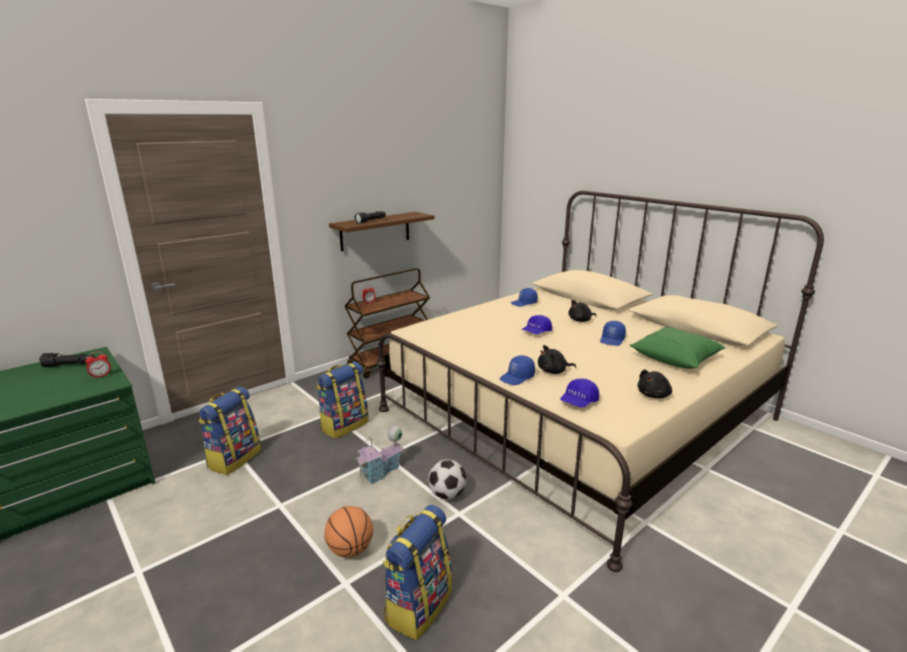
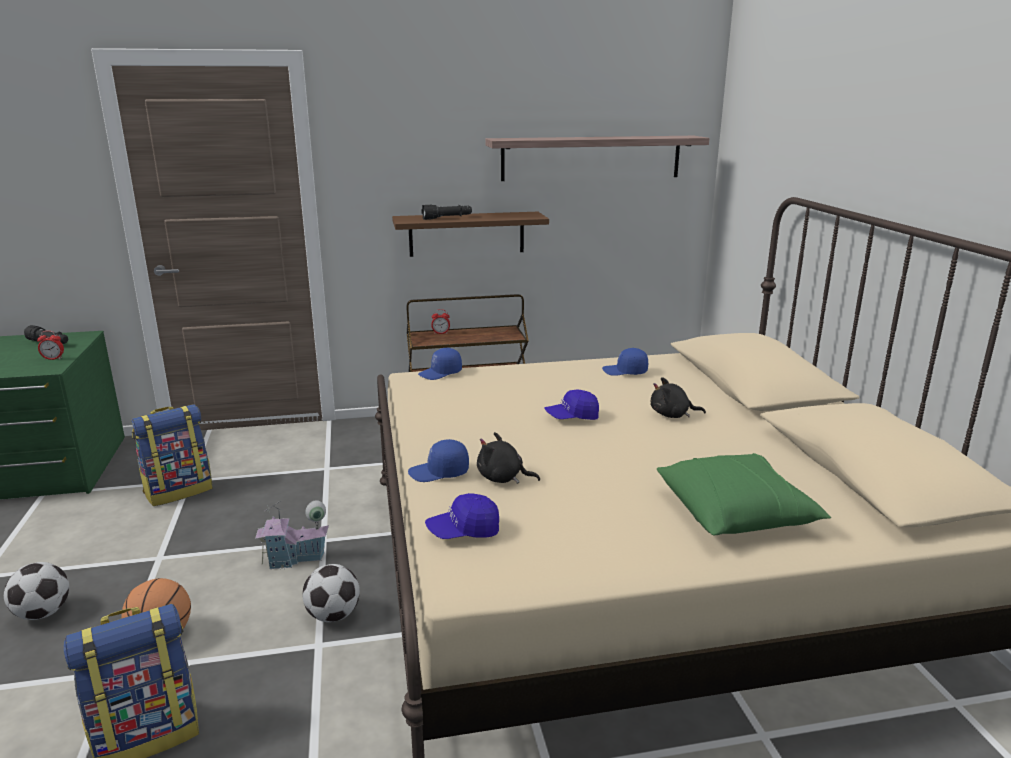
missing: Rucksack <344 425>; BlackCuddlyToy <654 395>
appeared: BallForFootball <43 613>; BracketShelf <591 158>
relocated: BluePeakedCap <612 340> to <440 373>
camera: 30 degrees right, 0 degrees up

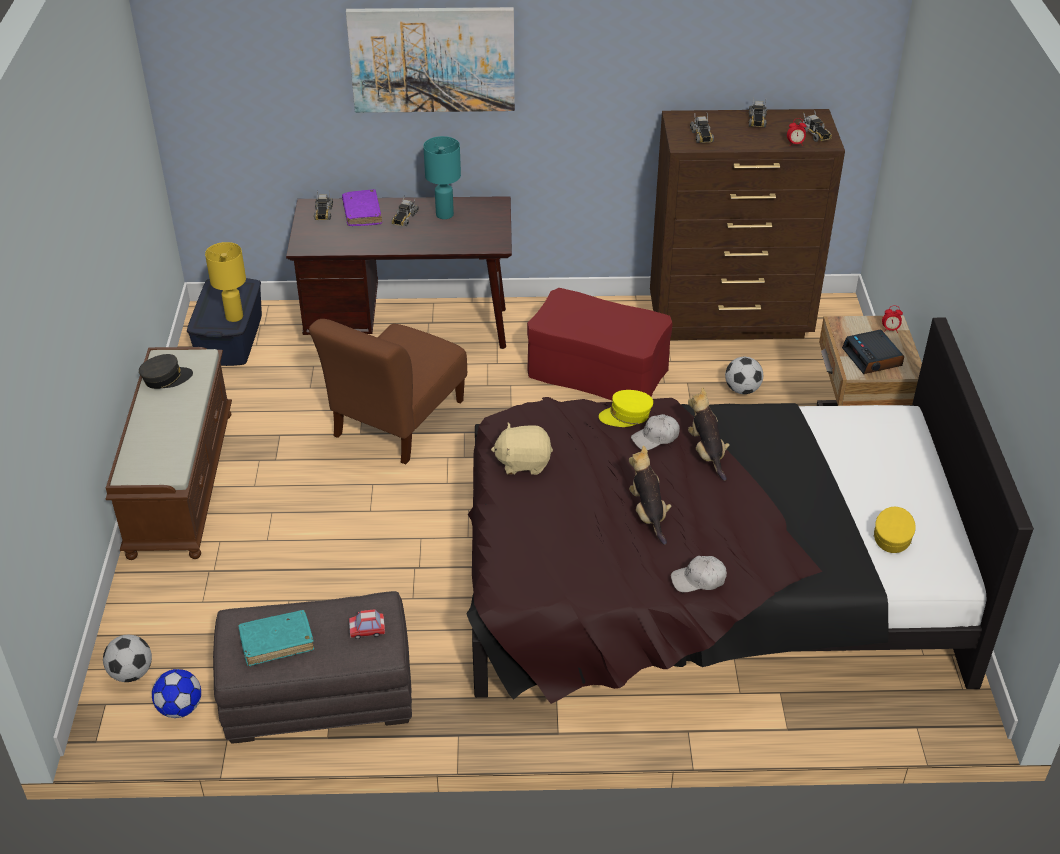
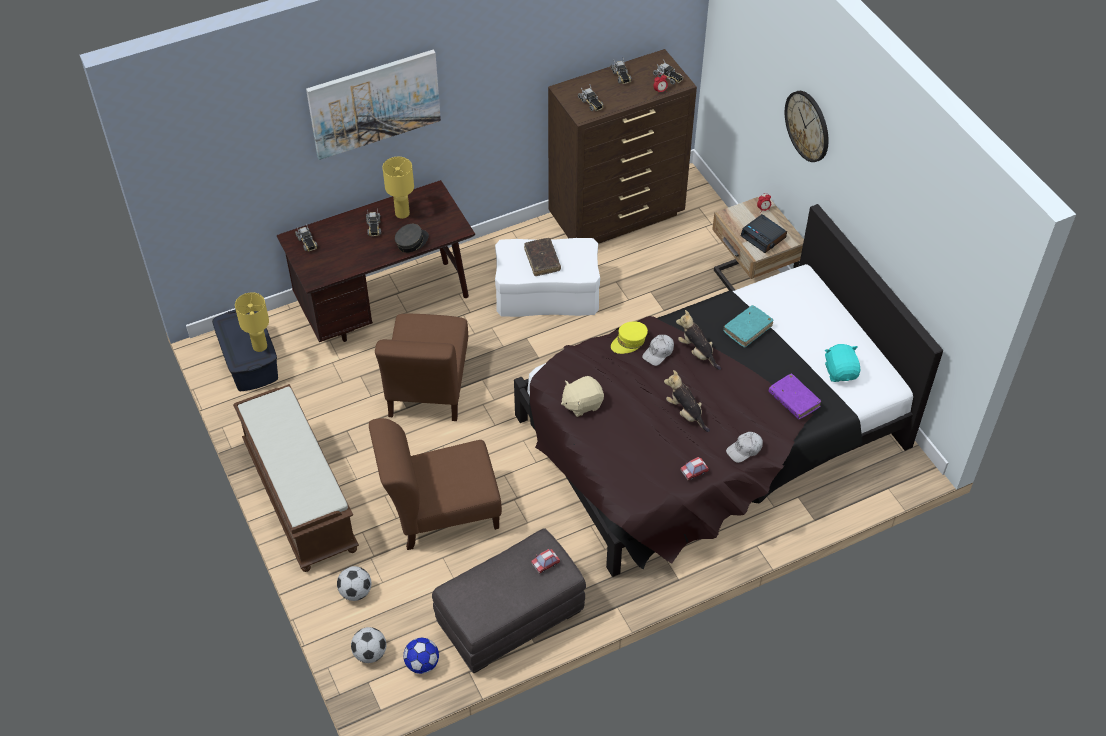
appeared: BrownColouredPlainChair <440 511>; BrownColouredBoundBook <542 260>; MiniatureCar <694 472>; WallClock <807 126>
relocated: GreyPeakedCap <166 378> to <412 242>; TurquoiseColouredBoundBook <277 642> to <747 329>; PurpleBoundBook <362 213> to <794 400>; BallForFootball <742 390> to <355 592>
exchanged: YellowPeakedCap <892 535> to TurquoiseColouredCuddlyToy <840 372>
colour: TurquoiseColouredTabletopLamp <445 214> to YellowTabletopLamp <403 213>; ReddishPouffe <598 370> to WhitishPouffe <547 293>
camera: 25 degrees left, 10 degrees up

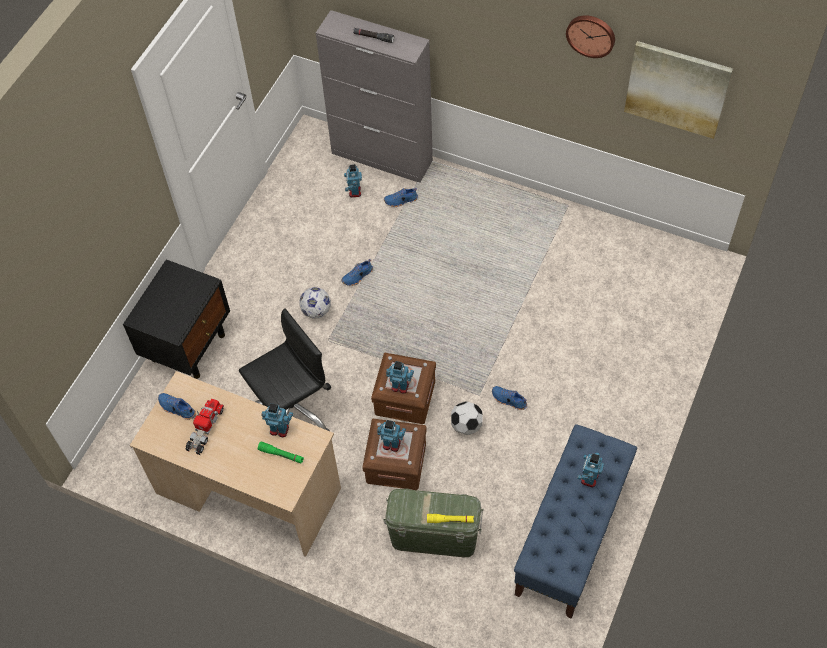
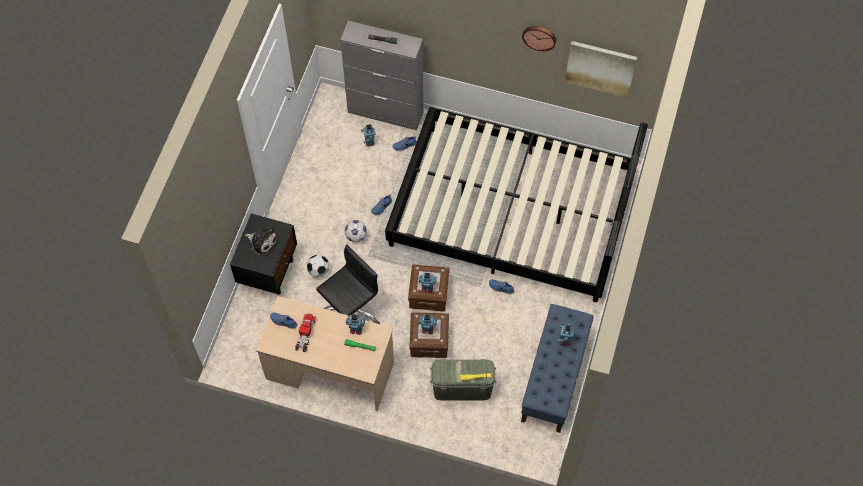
appeared: CuddlyToy <262 242>; BlackBed <511 213>
relocated: BallForFootball <466 425> to <318 271>
camera: 10 degrees left, 5 degrees up

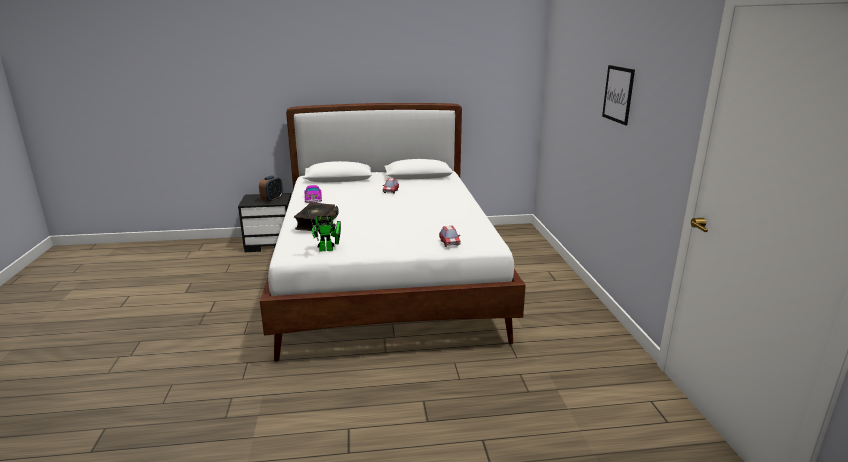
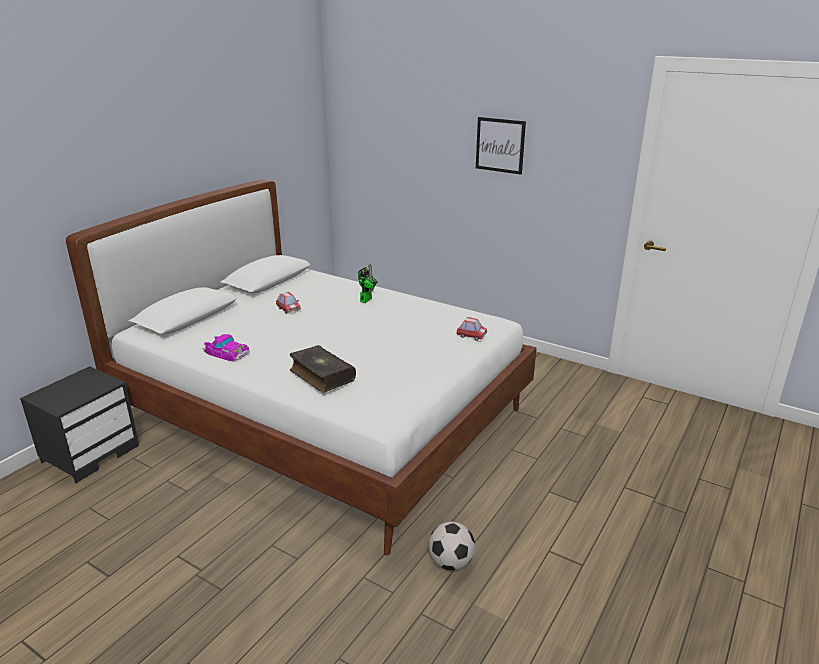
missing: AlarmClock <272 199>
appeared: BallForFootball <451 562>
relocated: ModelRobot <328 249> to <367 299>
camera: 50 degrees left, 5 degrees up

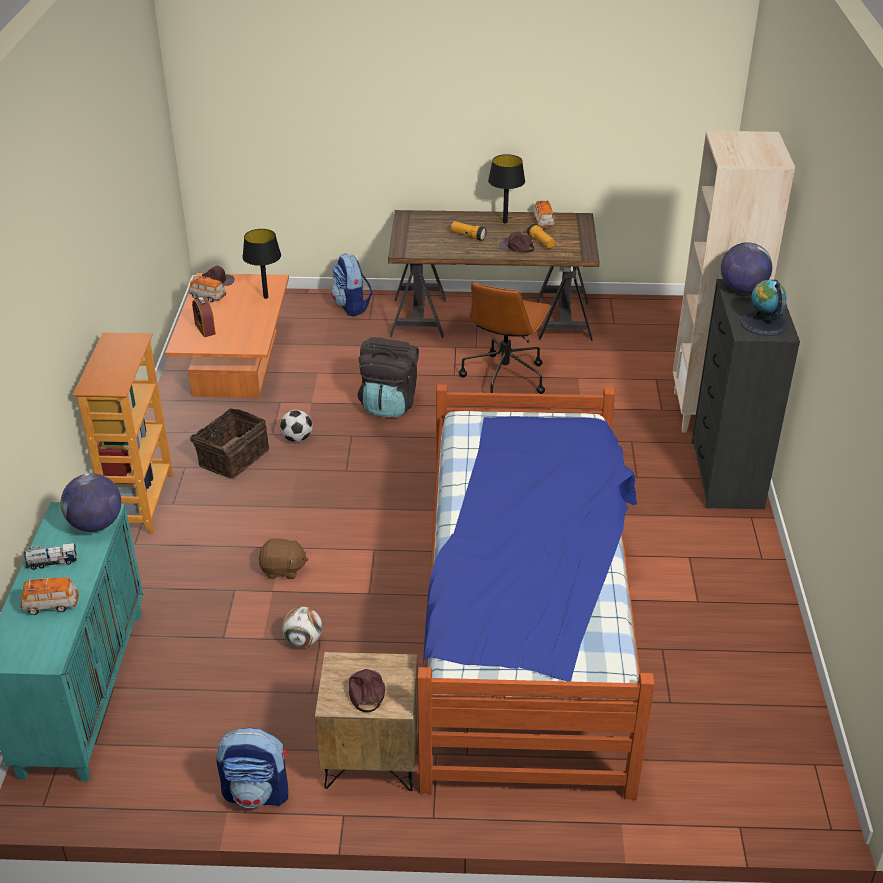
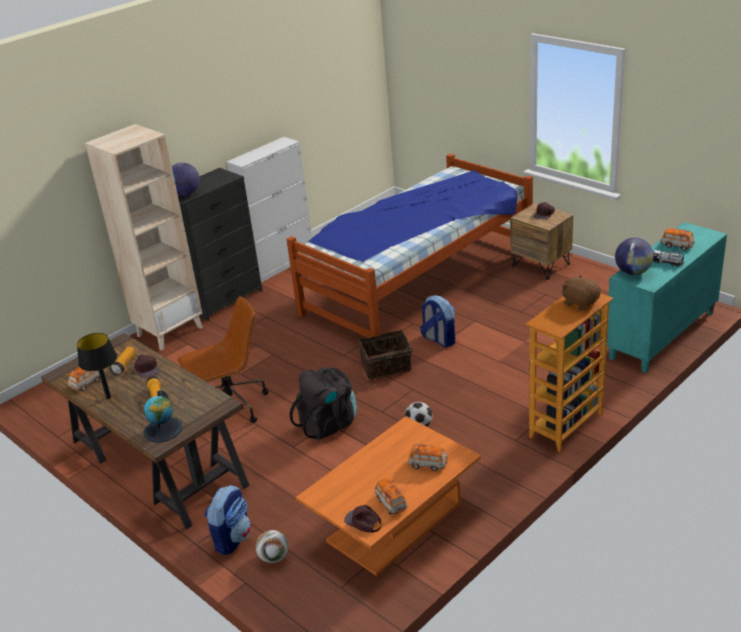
missing: BlackTabletopLamp <266 297>
appeared: WhitishStorageCabinet <281 264>
relocated: HouseholdBasket <232 457> to <386 367>; Rucksack <257 792> to <438 339>; BrownColouredCuddlyToy <283 569> to <580 303>; BallForFootball <303 640> to <274 558>; WorldGlobe <763 323> to <163 430>
exchanged: AlarmClock <205 329> to MiniatureCar <428 464>
camera: 135 degrees left, 5 degrees down

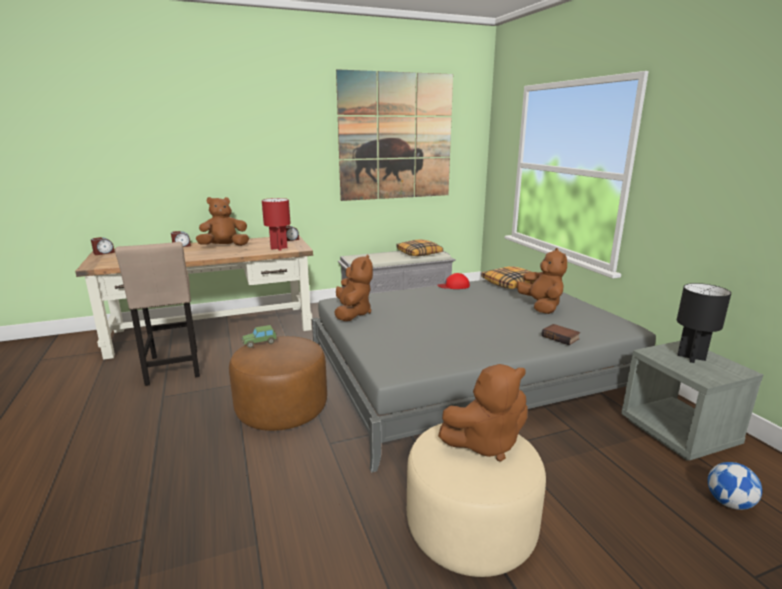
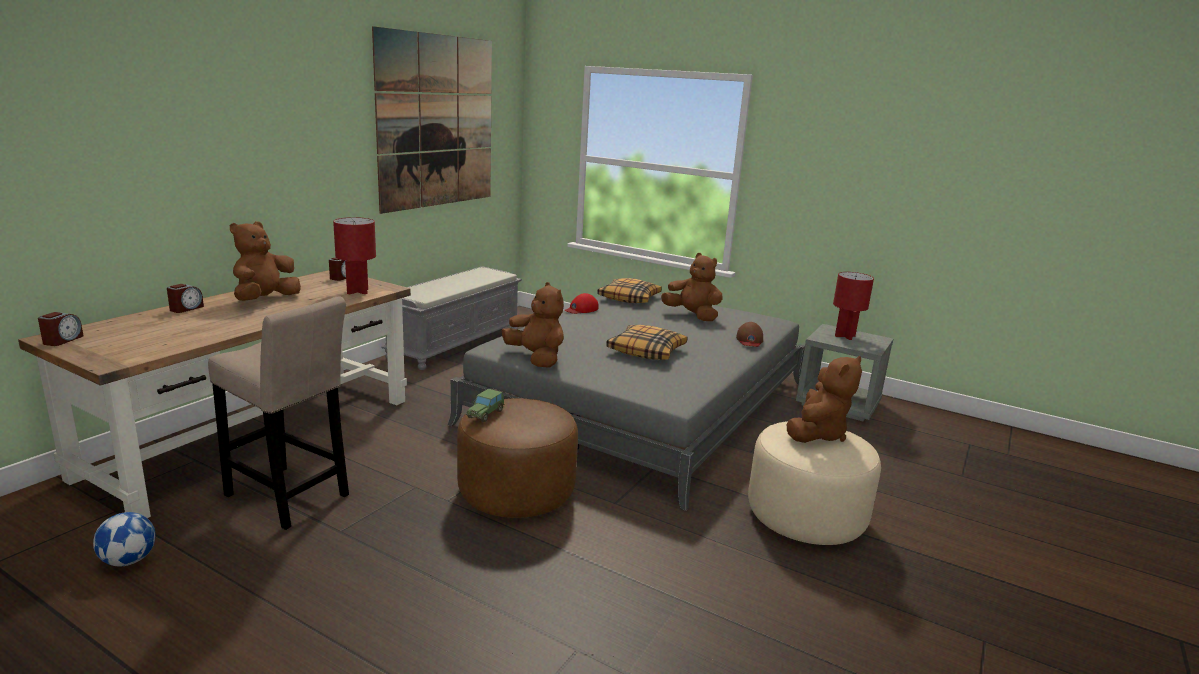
relocated: Cushion <419 253> to <646 351>; BallForFootball <729 503> to <129 561>
exchanged: BoundBook <561 337> to BrownColouredPeakedCap <749 340>
colour: BlackTabletopLamp <691 358> to ReddishTabletopLamp <845 336>
camera: 40 degrees left, 0 degrees up

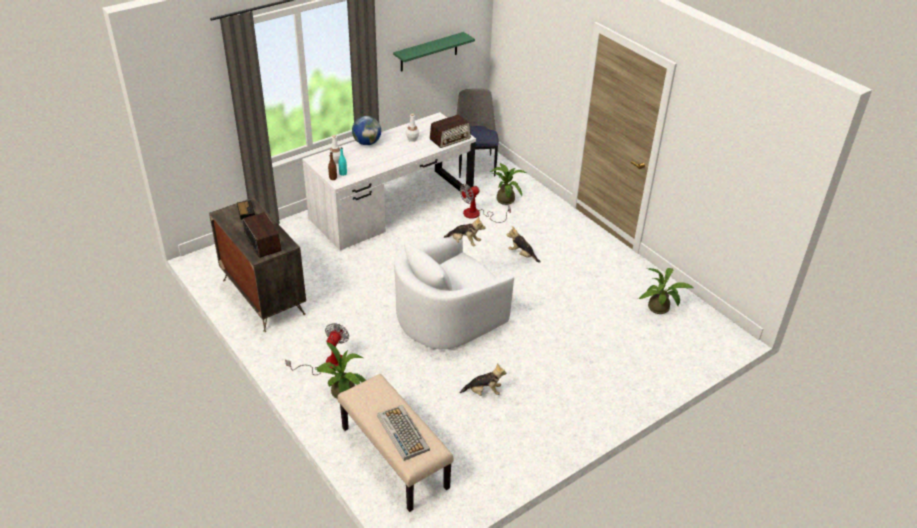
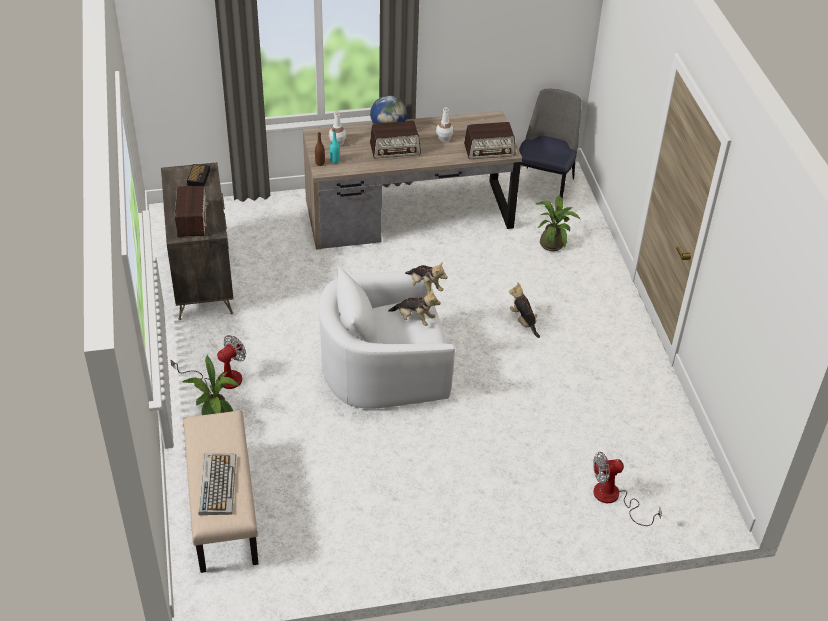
missing: GreenishBracketShelf <429 52>; PlantInAPot <661 309>
appeared: RadioSet <395 149>
relocated: Fan <477 215> to <614 498>; CuddlyToy <483 392> to <414 318>
colour: WhitishDeskTable <392 208> to BrownColouredDeskTable <409 214>
camera: 25 degrees right, 5 degrees up

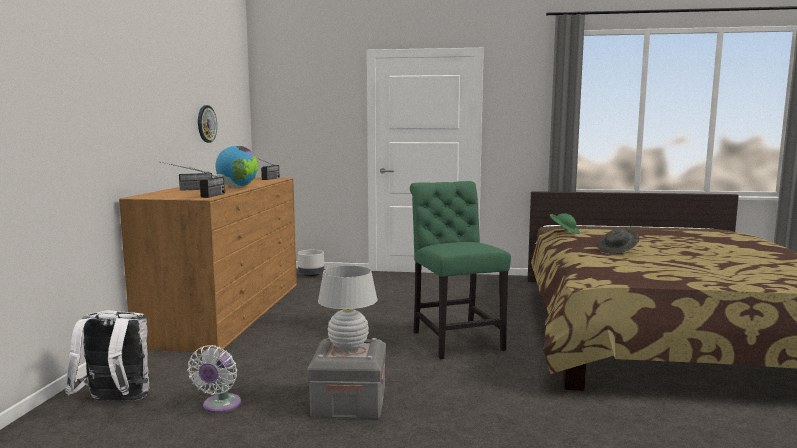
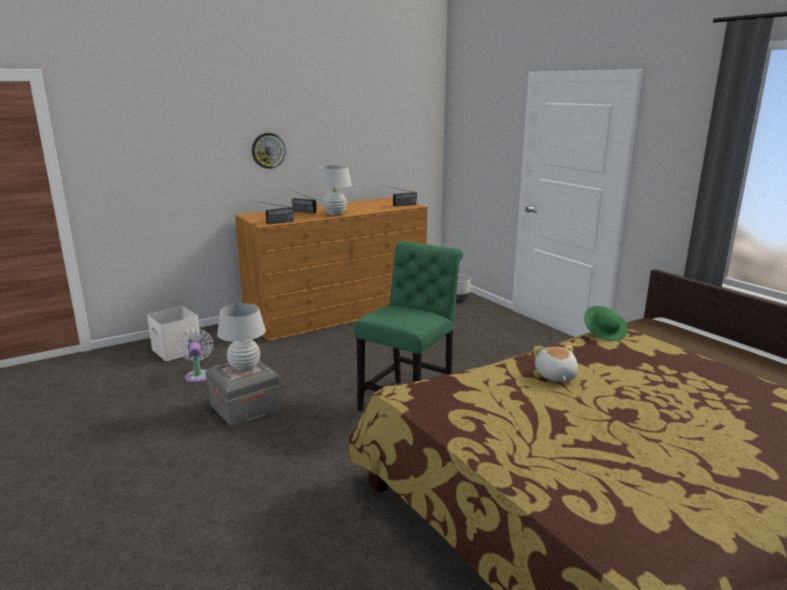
relocated: WallClock <206 124> to <268 150>
exchanged: WhitishRucksack <115 402> to WhitishStorageBin <175 350>; WorldGlobe <237 187> to WhitishTabletopLamp <335 214>; GreyClothingHat <617 251> to CuddlyToy <555 376>
spun: WhitishFan <220 406> = <198 375> 105 degrees clockwise
camera: 50 degrees right, 10 degrees up

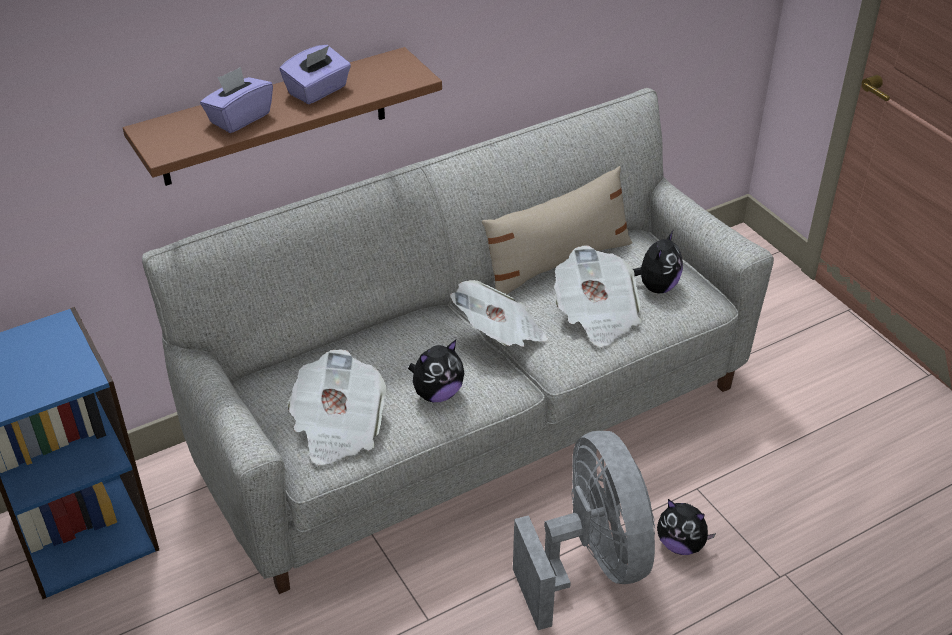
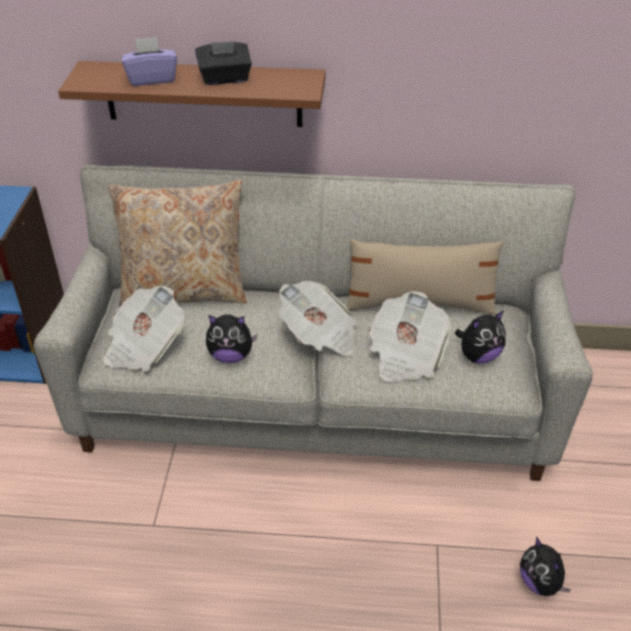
missing: GreyFan <589 563>
appeared: BeigeColouredCushion <185 291>
relocated: CuddlyToy <681 544> to <540 583>
colour: PurpleTissueHolder <318 91> to BlackTissueHolder <225 78>
camera: 35 degrees right, 0 degrees up

